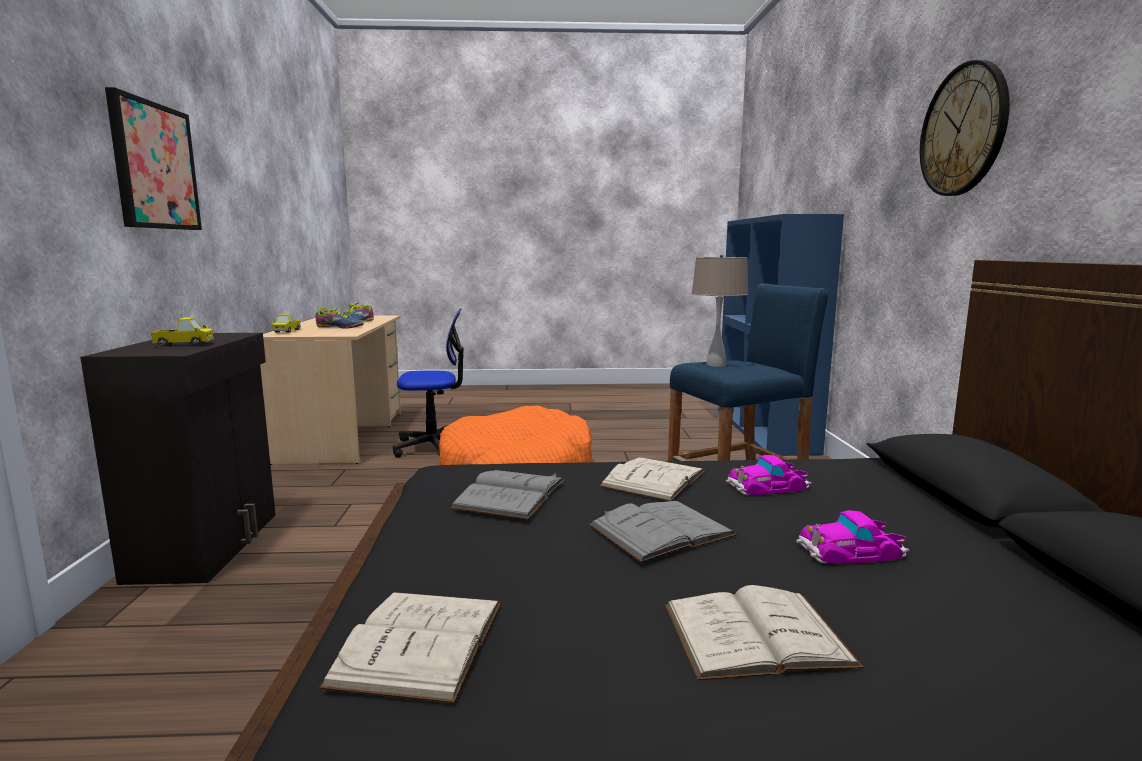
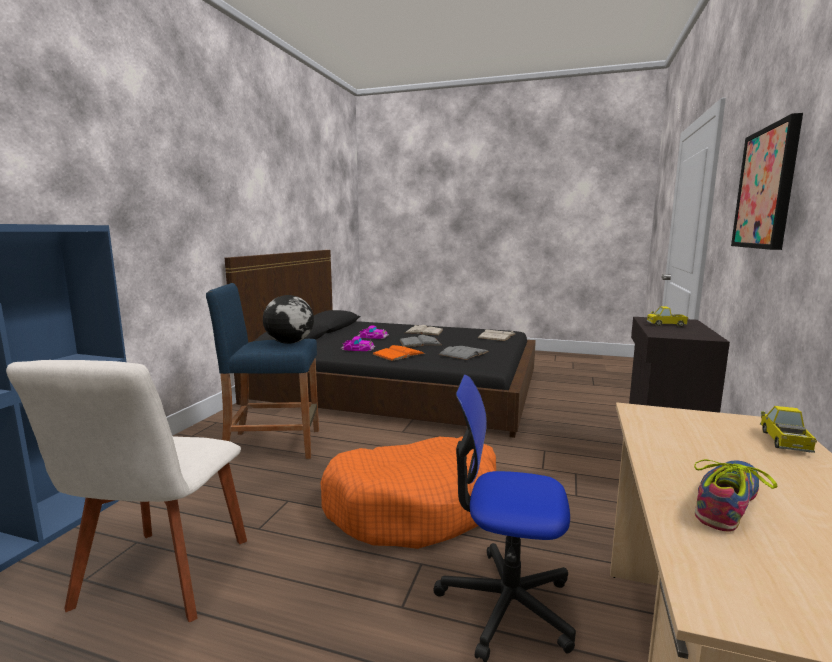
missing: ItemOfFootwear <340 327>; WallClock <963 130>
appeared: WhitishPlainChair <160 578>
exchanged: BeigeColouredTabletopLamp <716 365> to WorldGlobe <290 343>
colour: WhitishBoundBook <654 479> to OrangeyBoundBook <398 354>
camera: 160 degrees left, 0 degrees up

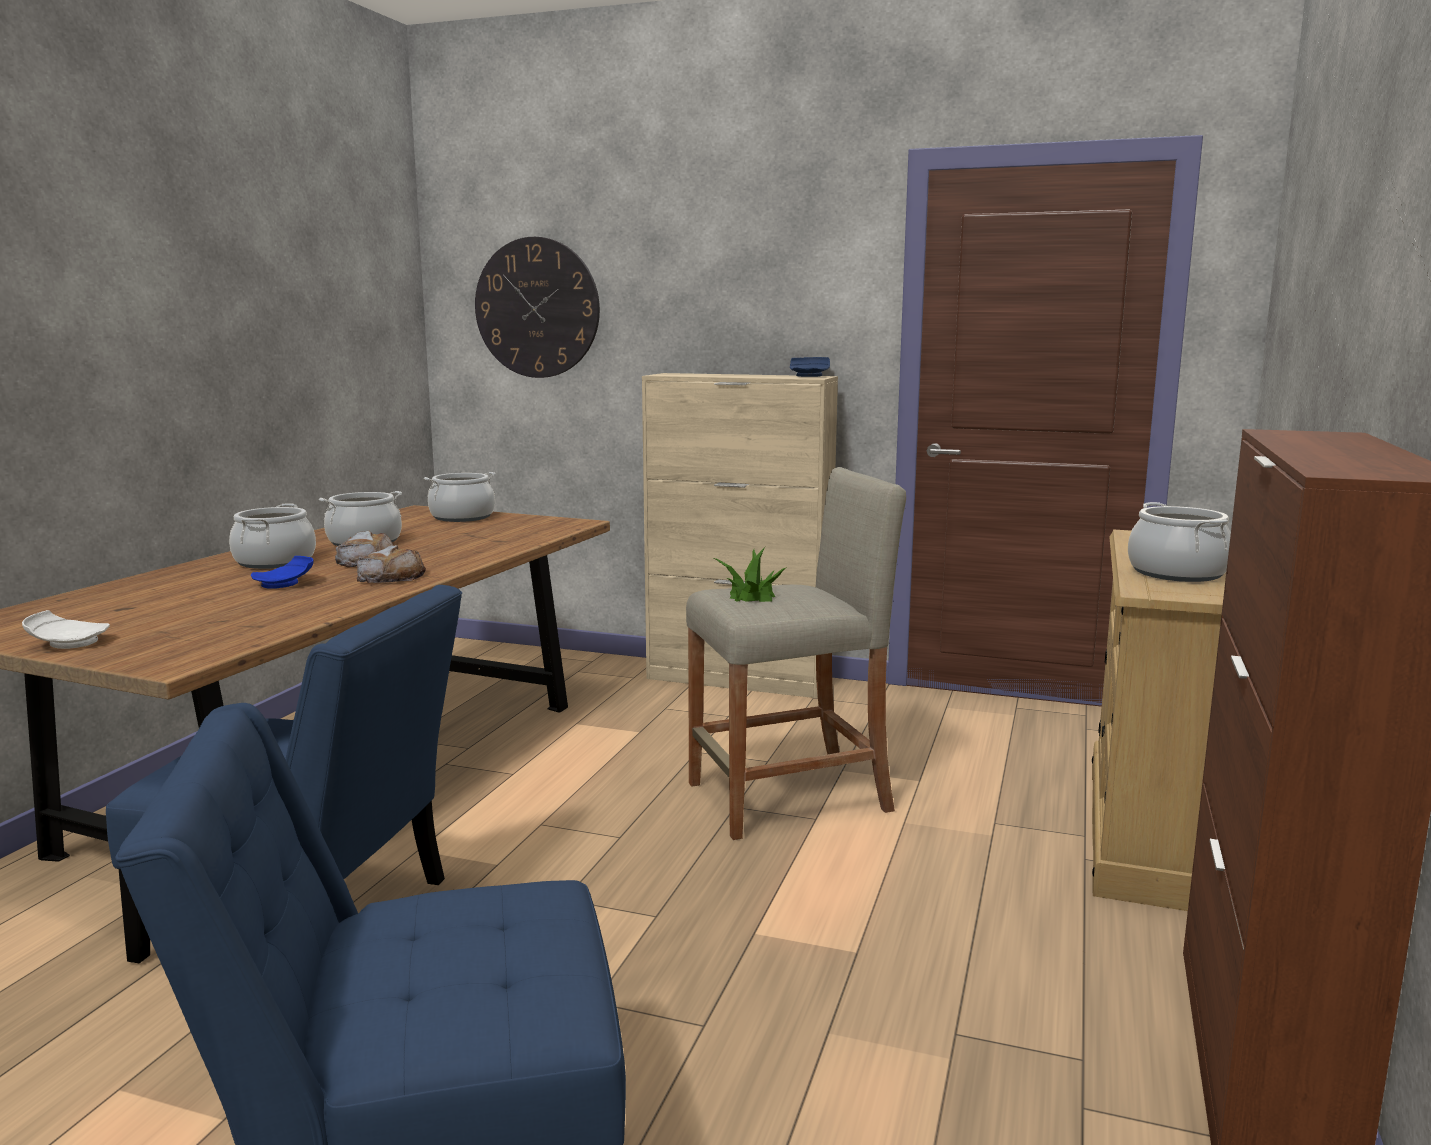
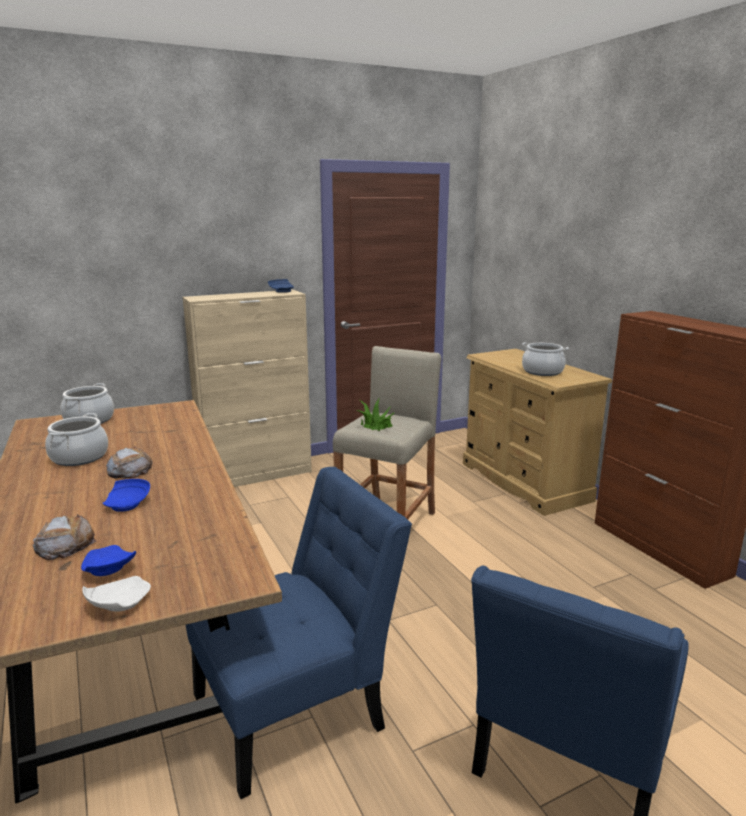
missing: CookingPot <274 562>; WallClock <537 308>
appeared: BlueFlatDish <107 570>
relocated: BakeryBread <391 577> to <65 544>
camera: 45 degrees left, 5 degrees up

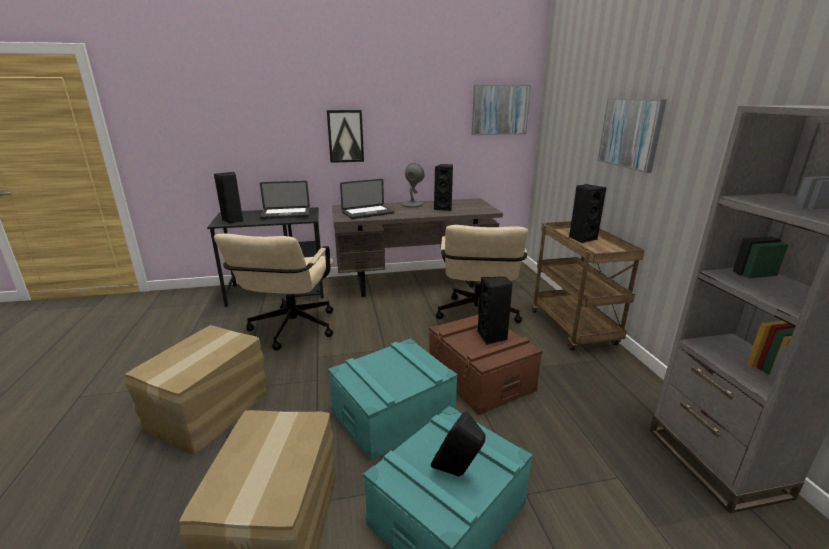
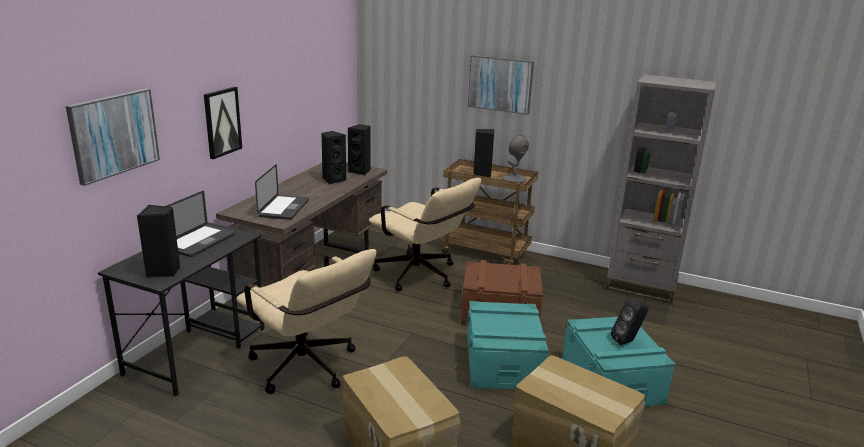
relocated: GreyTabletopLamp <412 204> to <514 179>; WallPicture <500 110> to <114 134>; BlackLoudspeaker <492 337> to <360 171>
camera: 55 degrees left, 0 degrees up

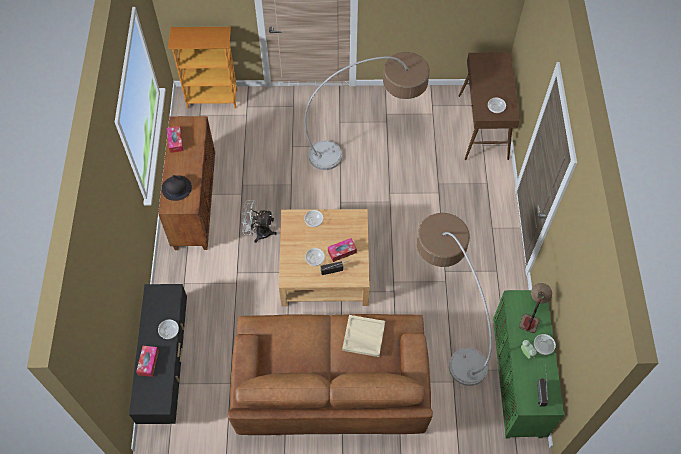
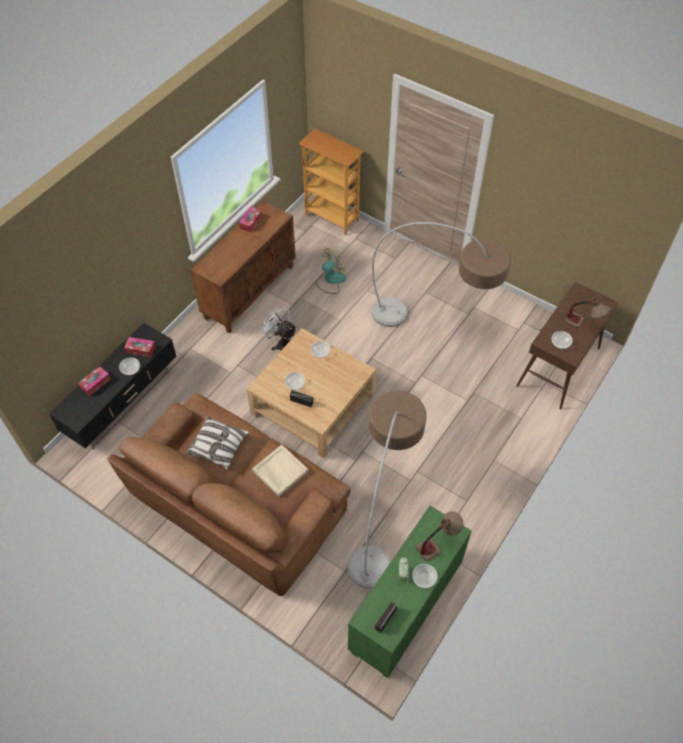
missing: BlackClothingHat <176 188>
appeared: Cushion <218 447>; Fan <330 280>; TabletopLamp <583 324>
relocated: TissueHolder <342 252> to <140 349>
camera: 35 degrees right, 5 degrees down

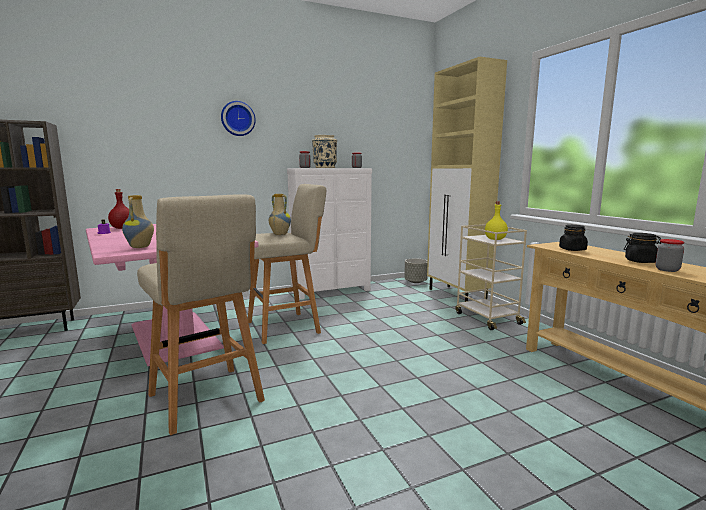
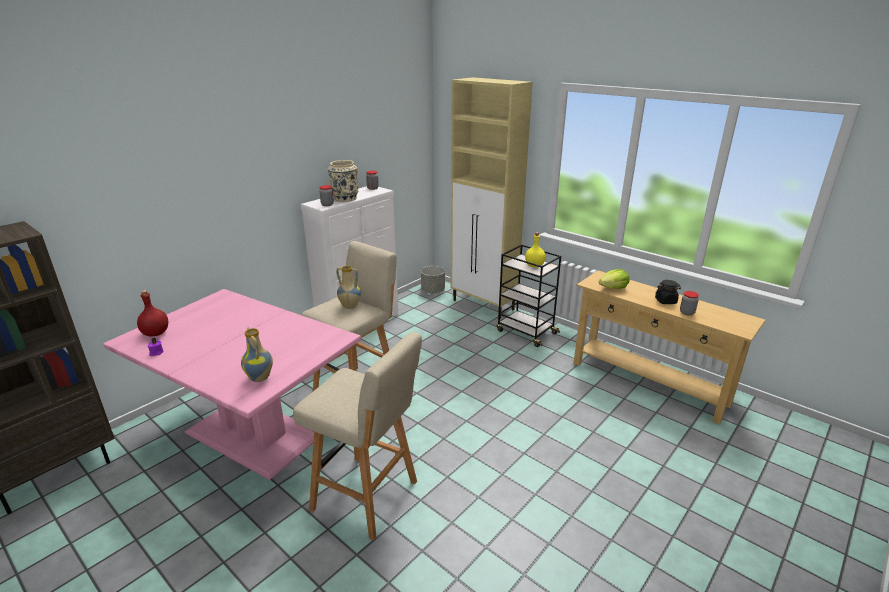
missing: WallClock <238 118>
exchanged: BlackJar <572 249> to HeadOfLettuce <613 288>
colour: BeigeColouredWheeledCart <486 318> to BlackWheeledCart <525 332>
camera: 25 degrees left, 15 degrees up

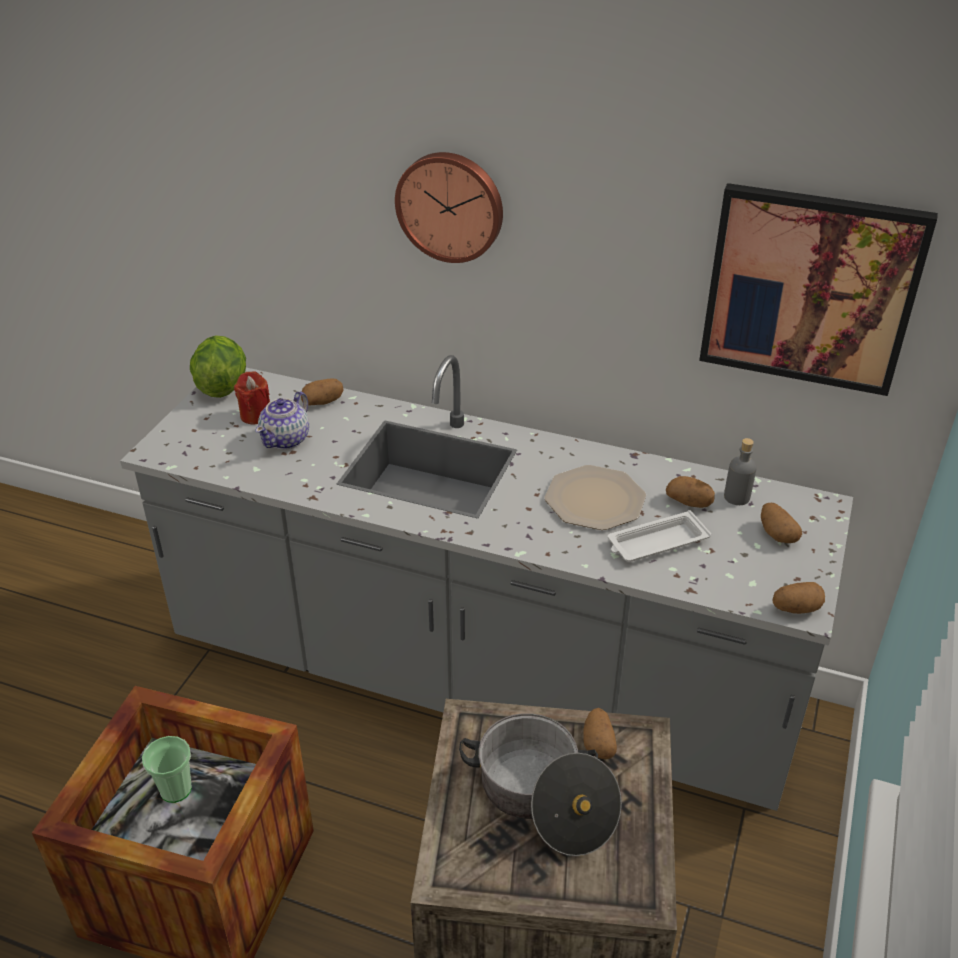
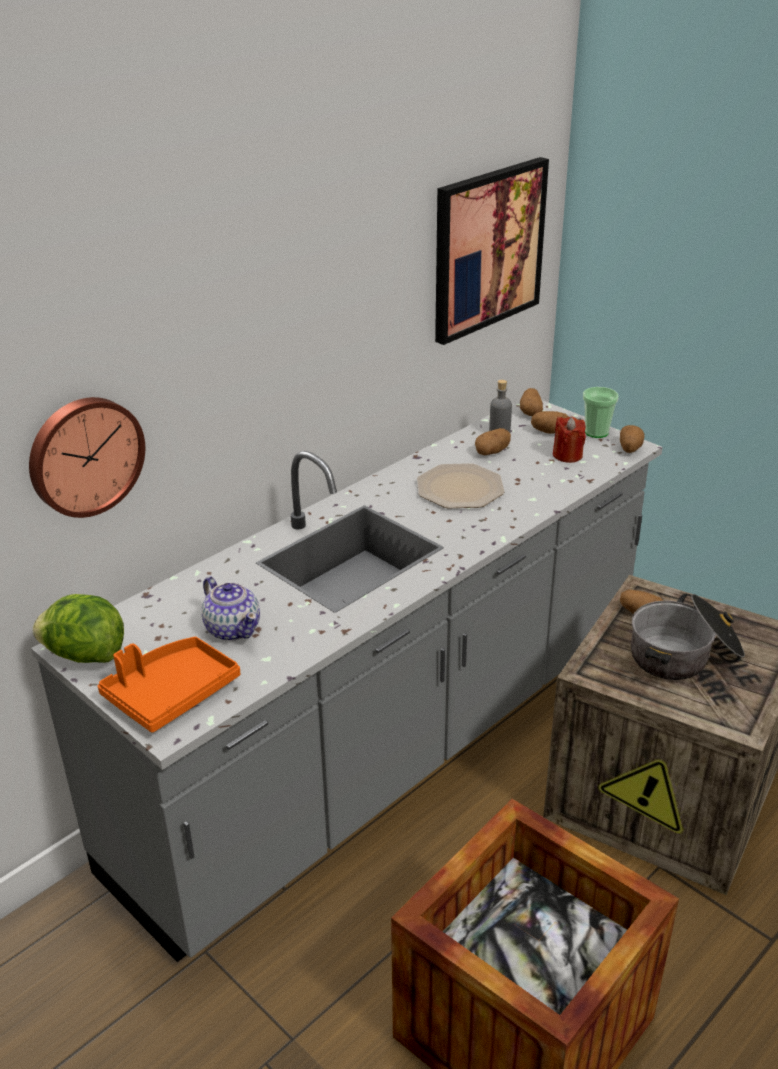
missing: WhitishServingTray <656 543>
appeared: OrangeyServingTray <171 693>
relocated: Cup <176 789> to <596 432>; ReddishCandle <256 415> to <567 455>; Spud <323 402> to <530 412>; WallClock <451 206> to <84 455>
camera: 65 degrees left, 5 degrees down

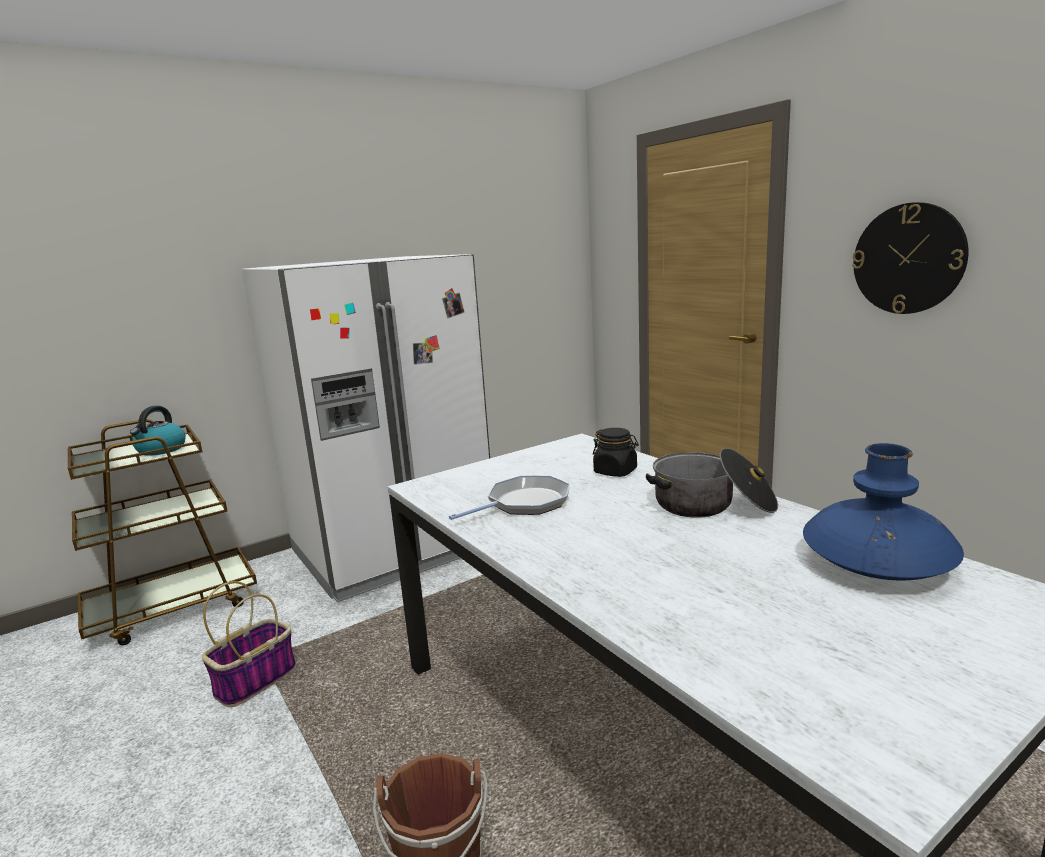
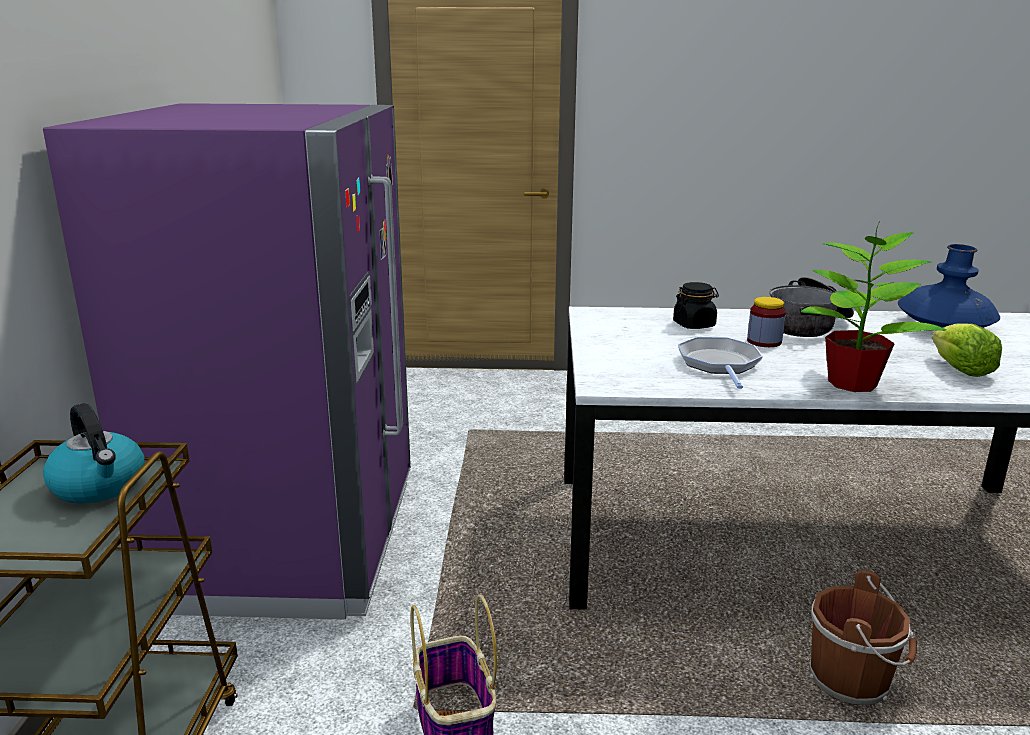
missing: WallClock <908 259>
appeared: Jar <764 342>; PlantInAPot <853 383>; HeadOfLettuce <960 370>
colour: WhitishFridge <393 549> to PurpleFridge <292 542>
camera: 55 degrees left, 5 degrees up

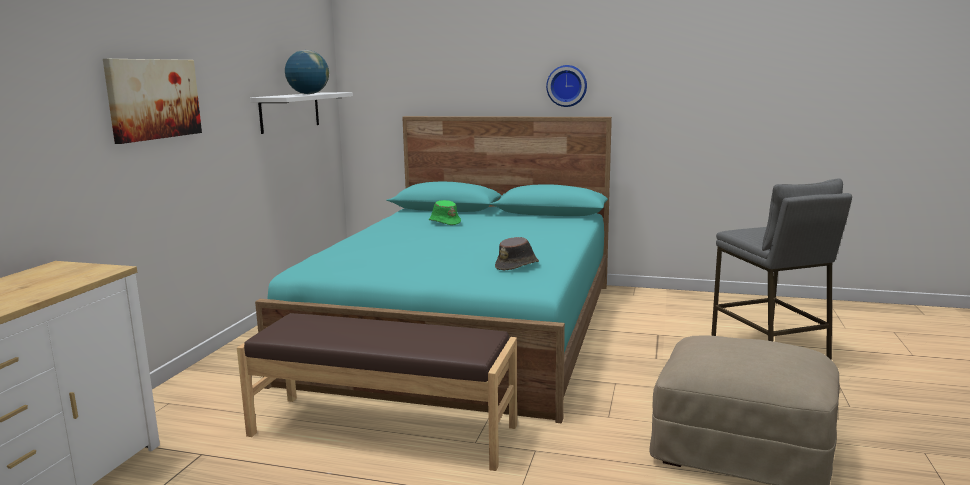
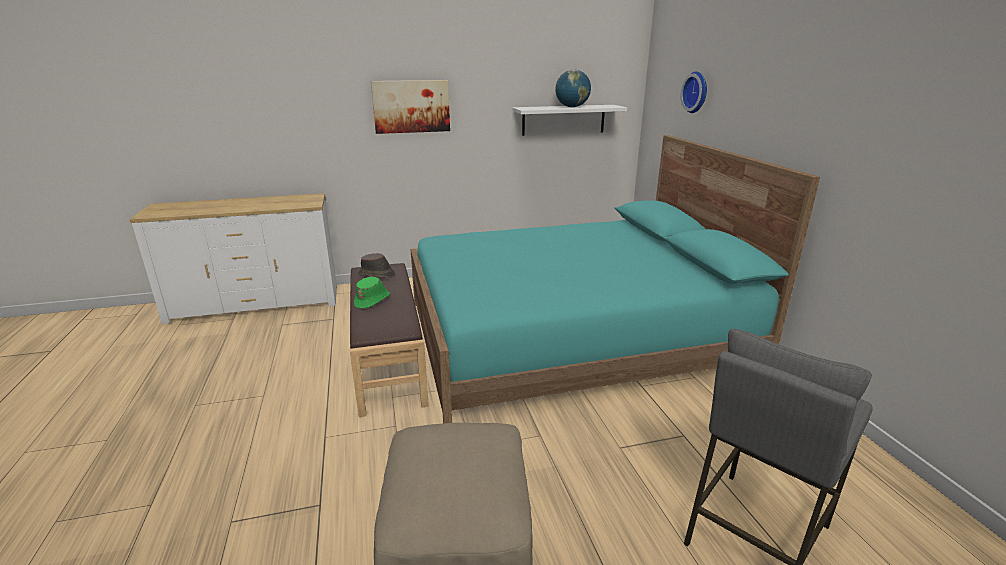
relocated: GreenishClothingHat <444 222> to <373 301>; BrownColouredClothingHat <517 266> to <377 275>; WallClock <567 86> to <697 92>
camera: 60 degrees right, 10 degrees up

